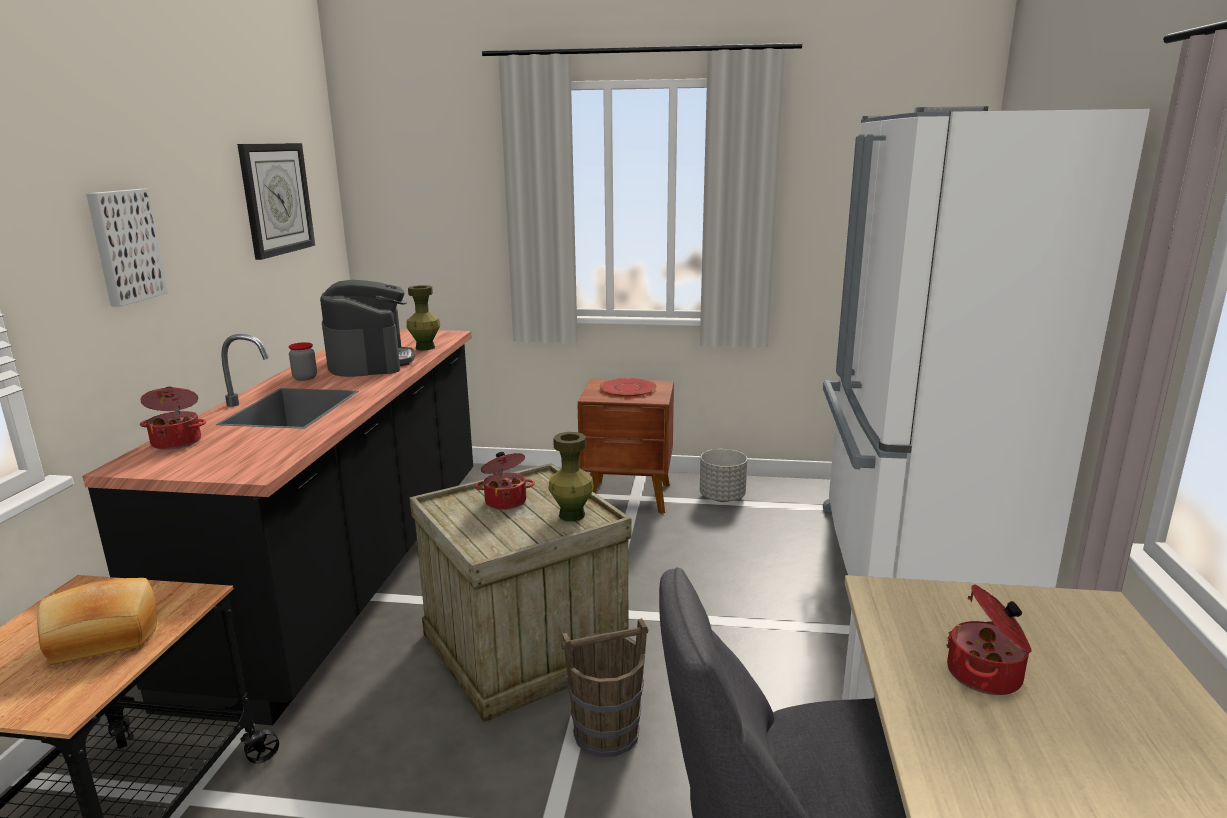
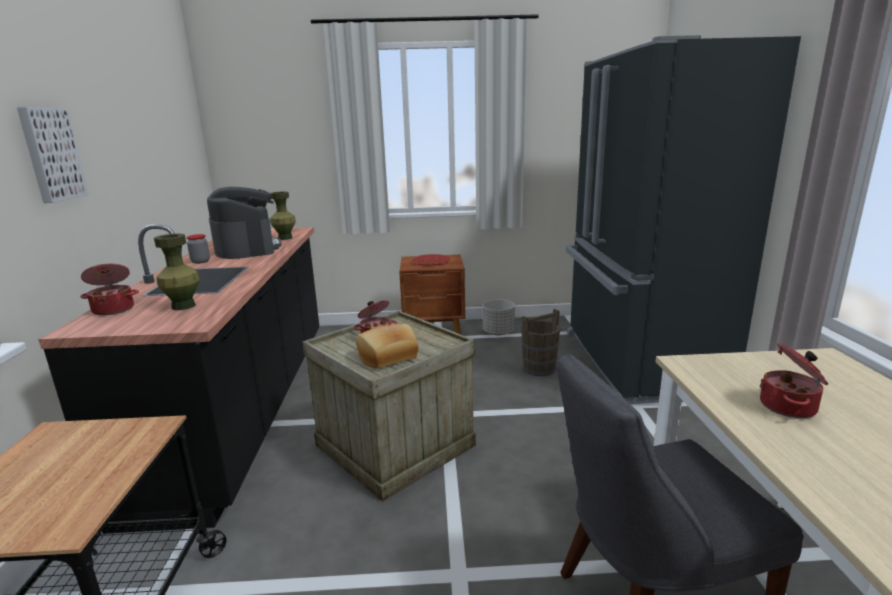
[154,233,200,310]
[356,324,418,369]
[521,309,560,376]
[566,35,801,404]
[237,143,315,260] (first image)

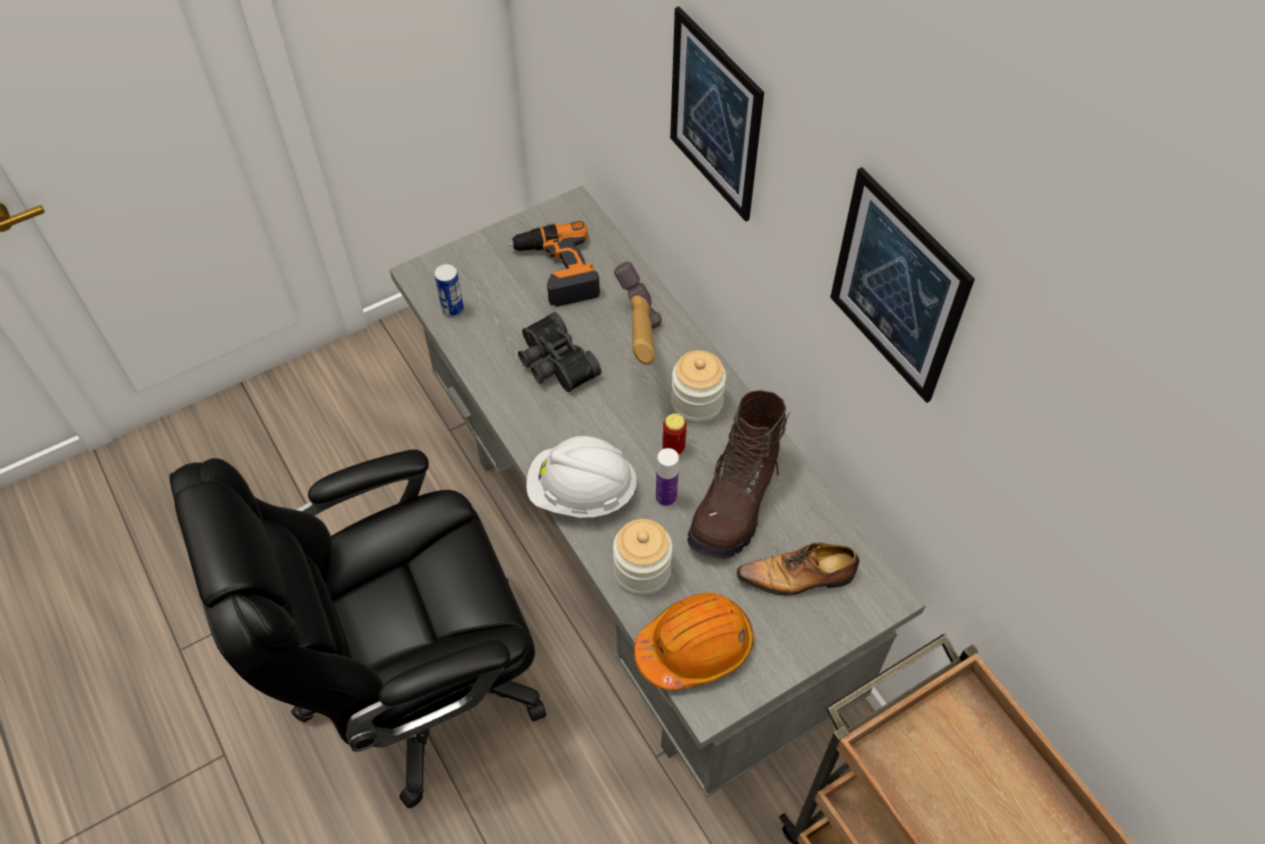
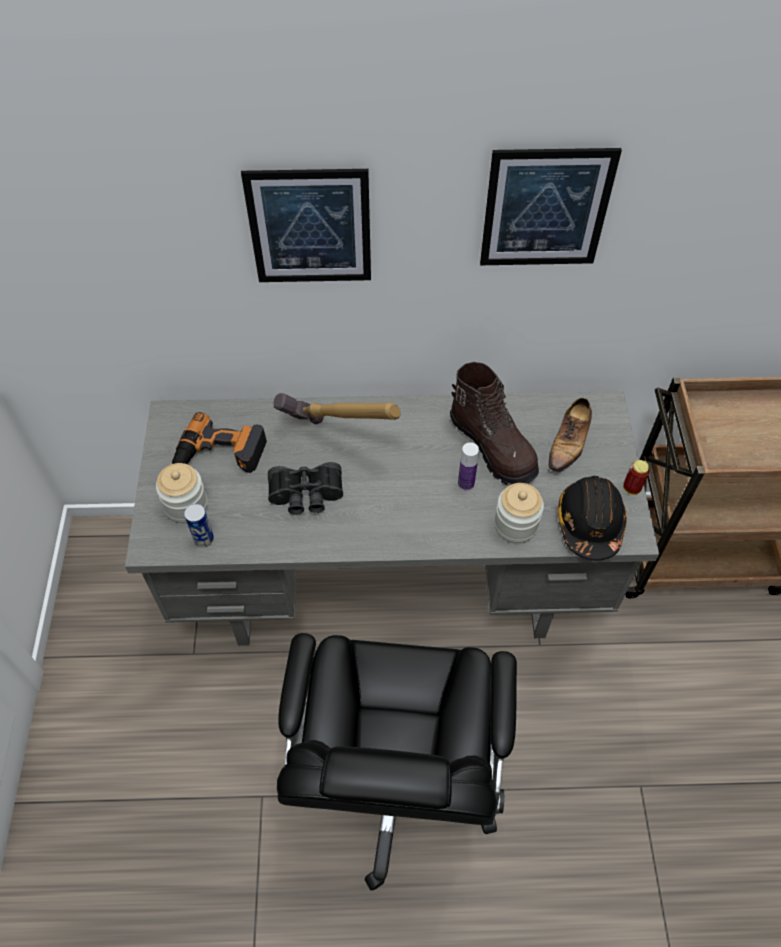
[156,463,208,523]
[558,476,627,561]
[623,460,650,495]
[526,436,639,518] (first image)

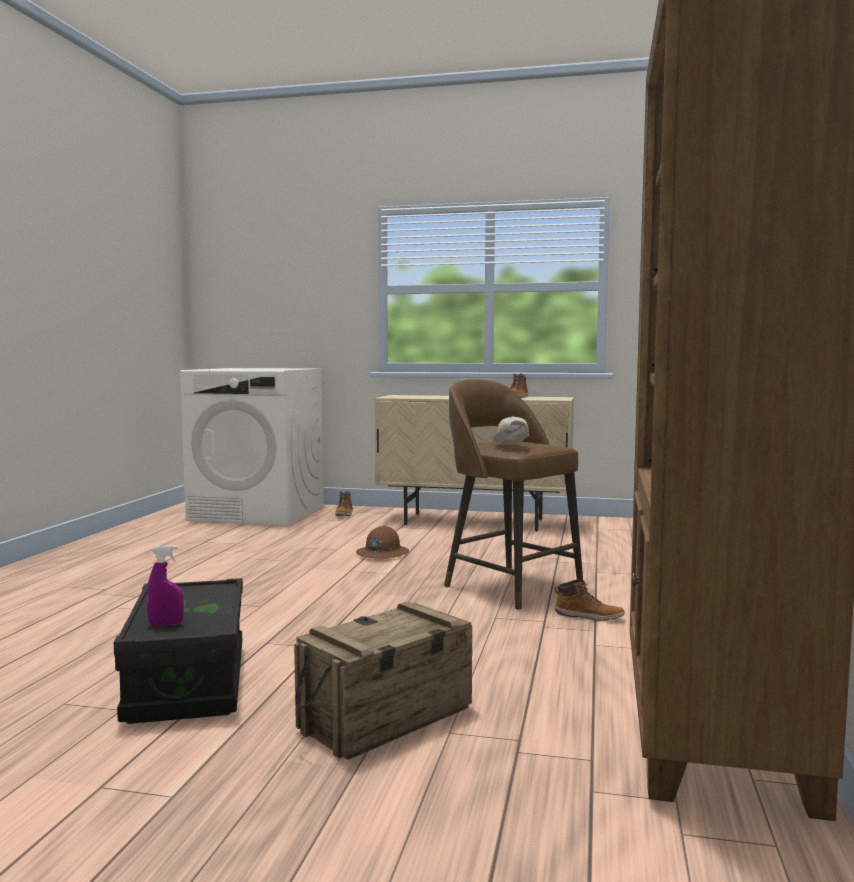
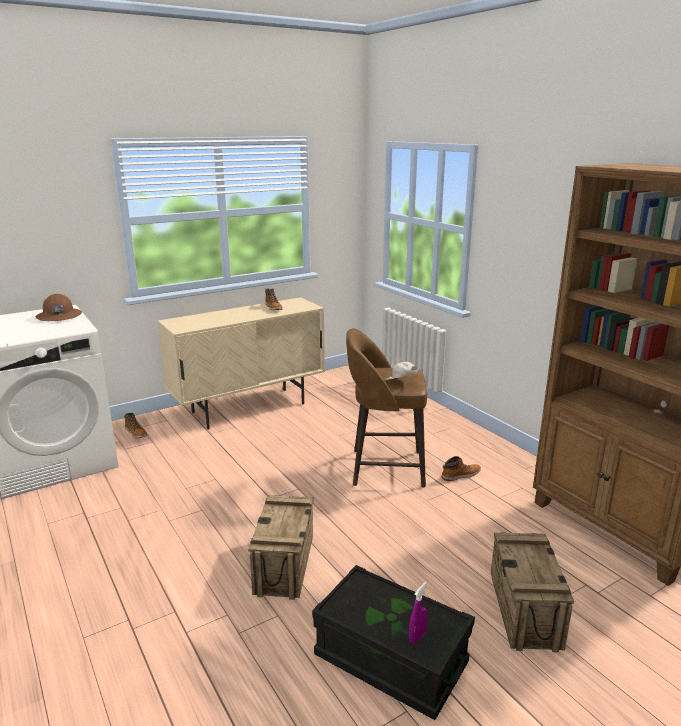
[35,294,82,321]
[248,495,314,600]

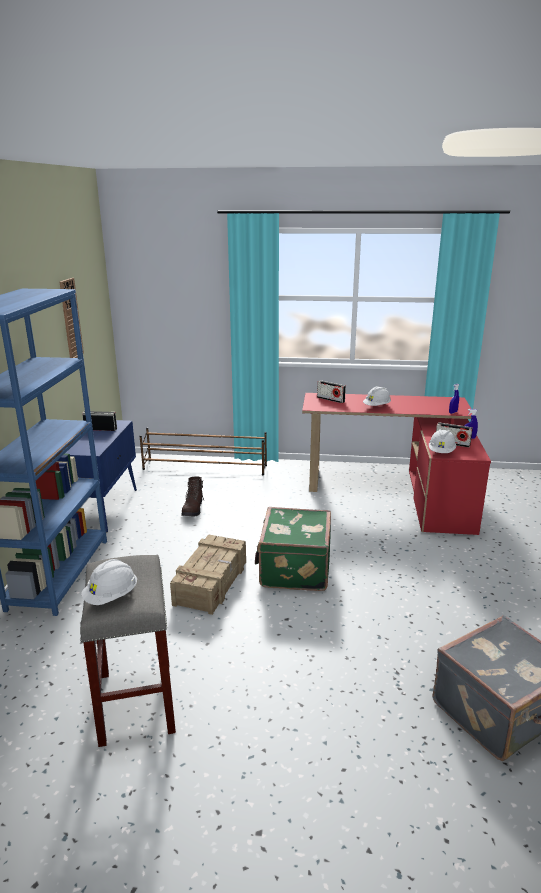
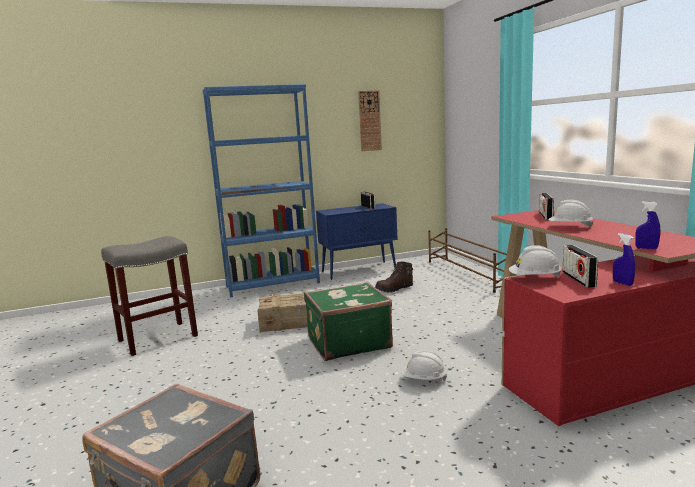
[402,350,447,381]

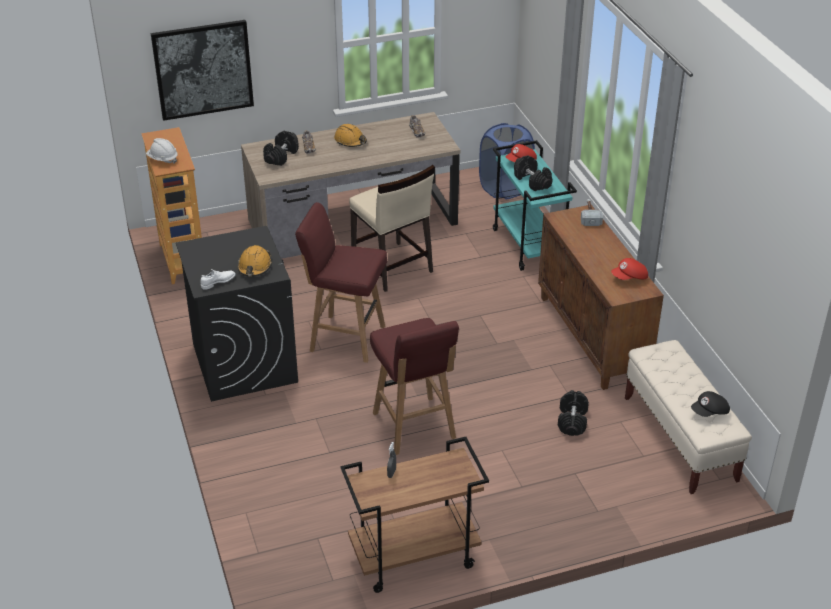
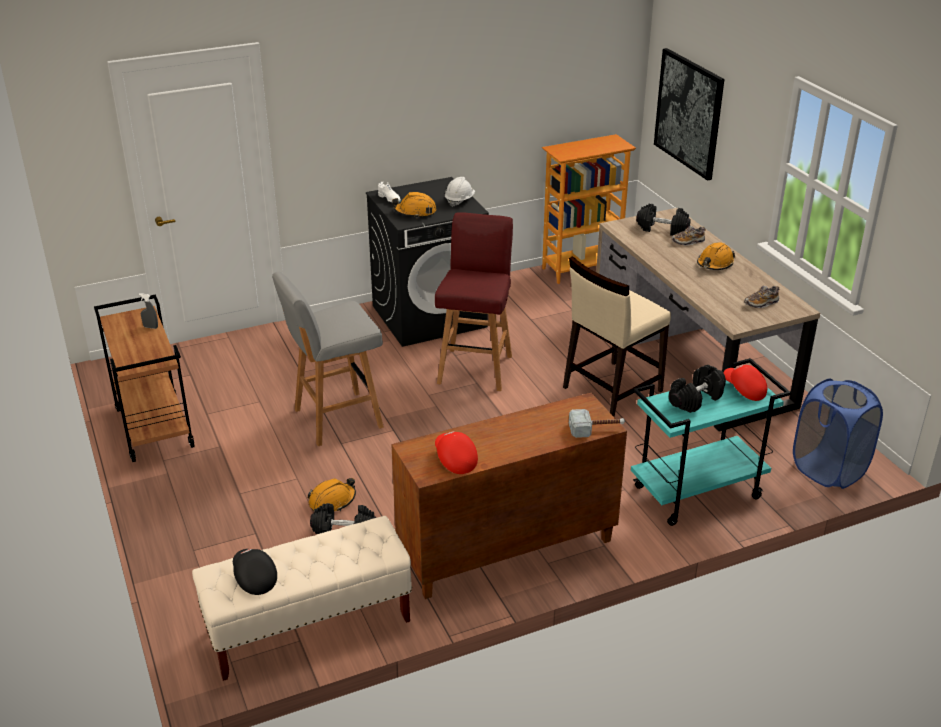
[272,272,384,446]
[308,478,356,511]
[445,177,475,207]

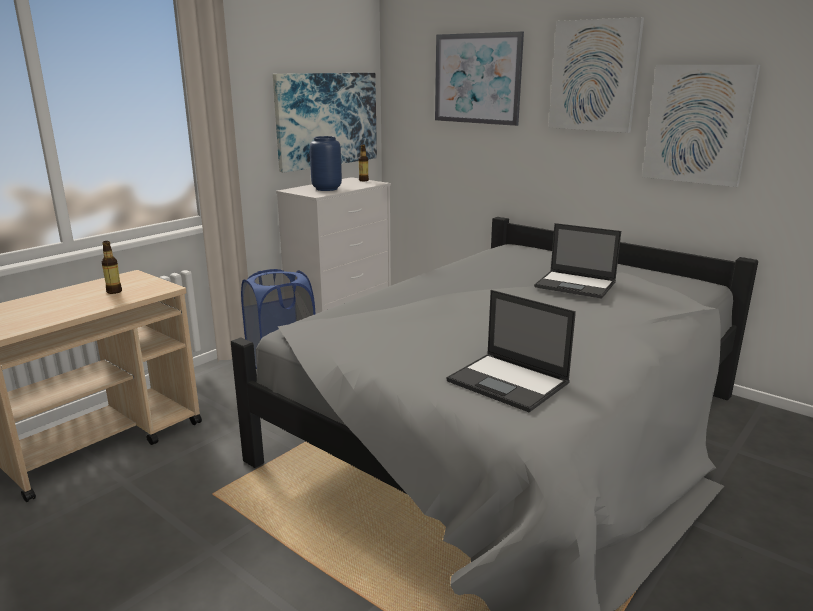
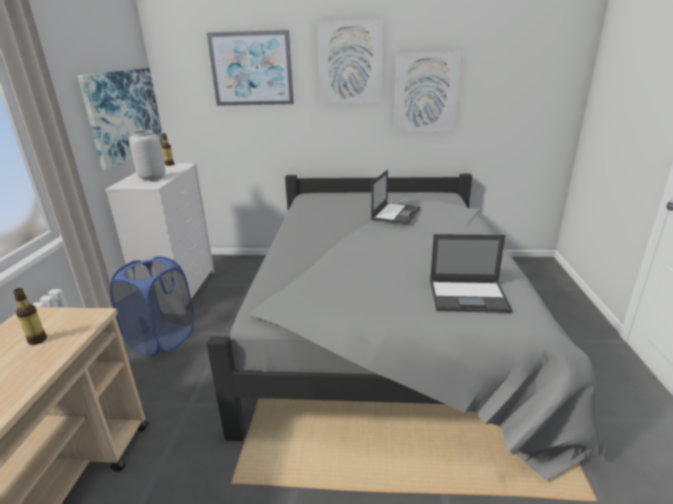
[129,130,166,181]
[371,170,420,225]

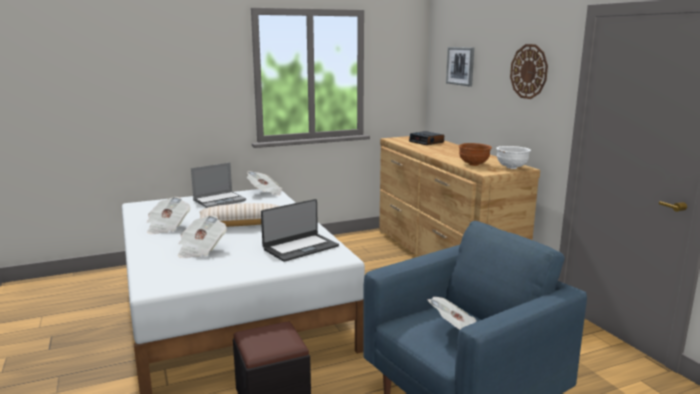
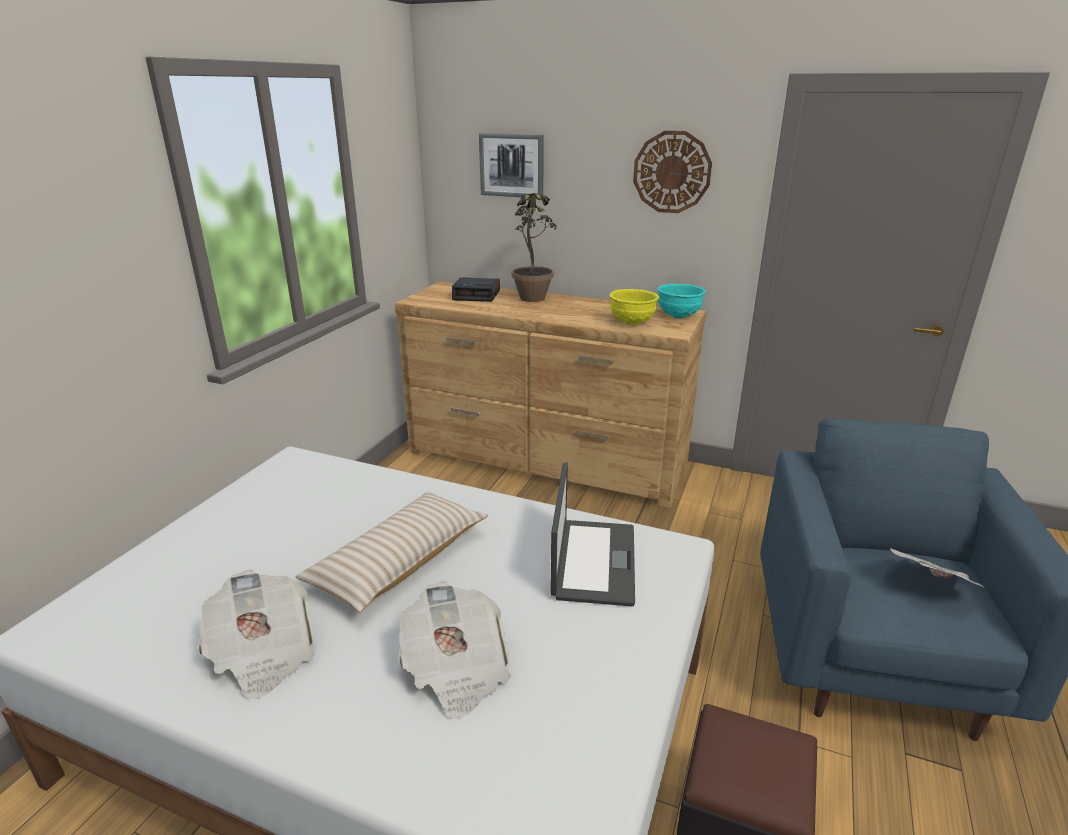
[511,193,557,302]
[610,289,659,325]
[657,284,706,318]
[191,163,246,208] (first image)
[247,171,282,196] (first image)

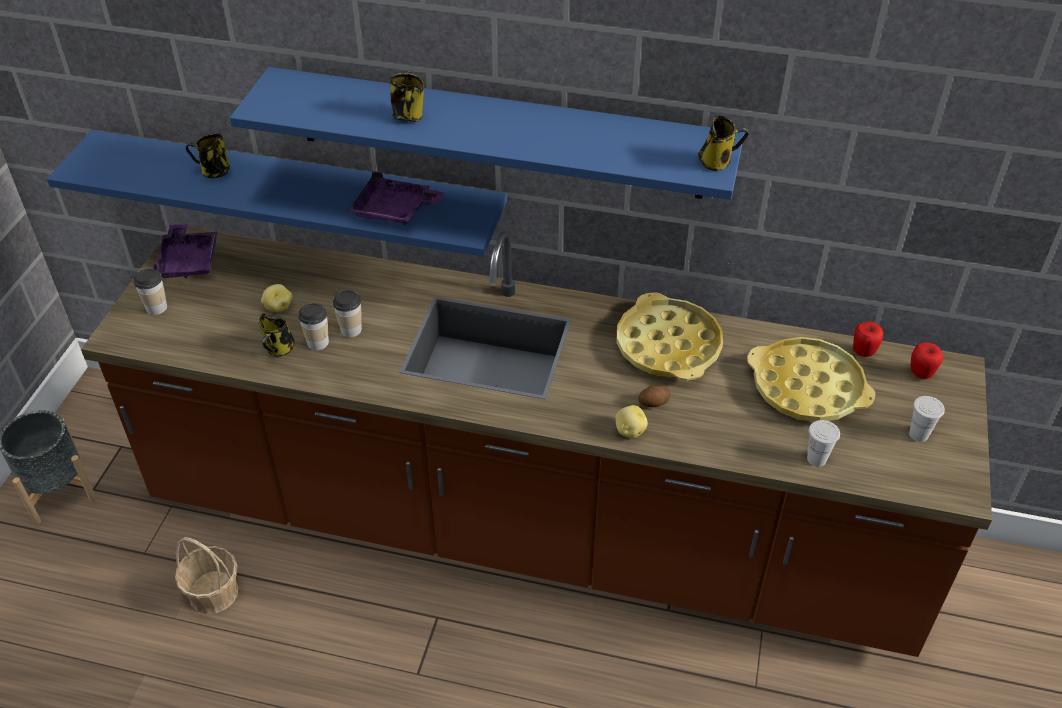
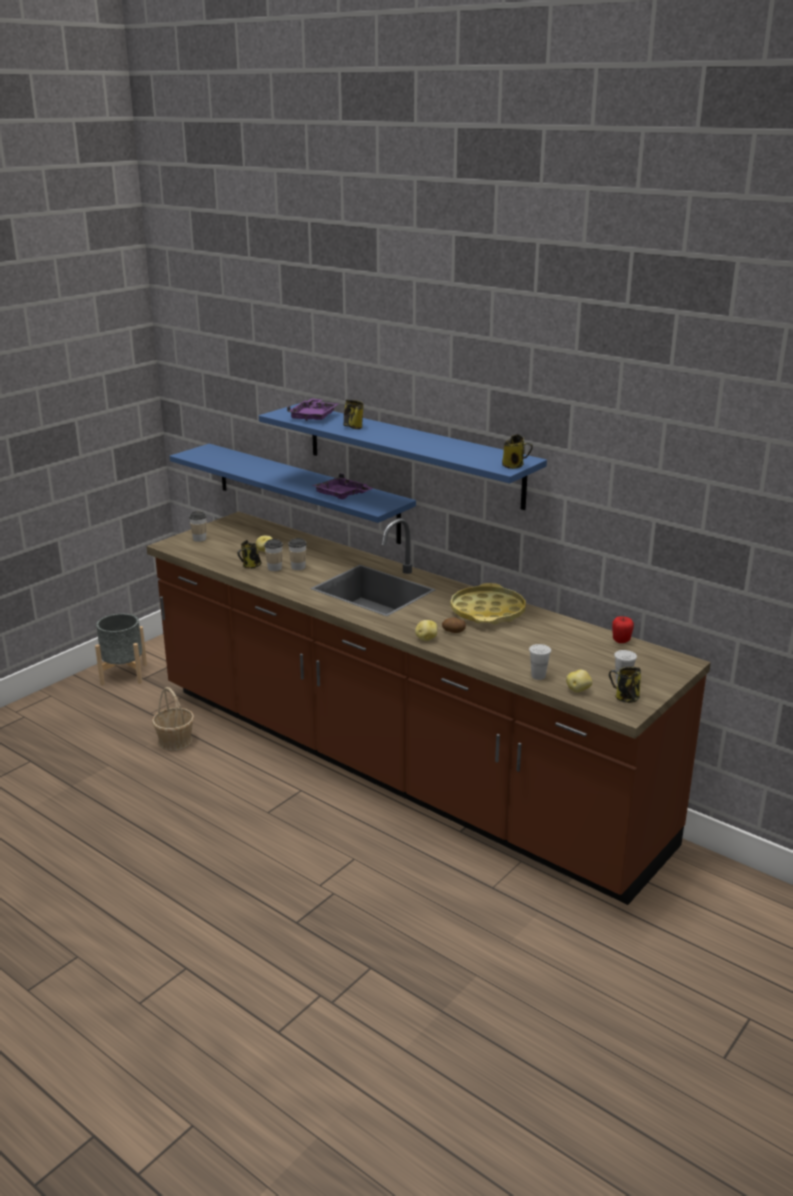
[287,398,338,421]
[566,670,592,692]
[609,667,641,703]
[747,337,876,422] (first image)
[911,342,943,379] (first image)

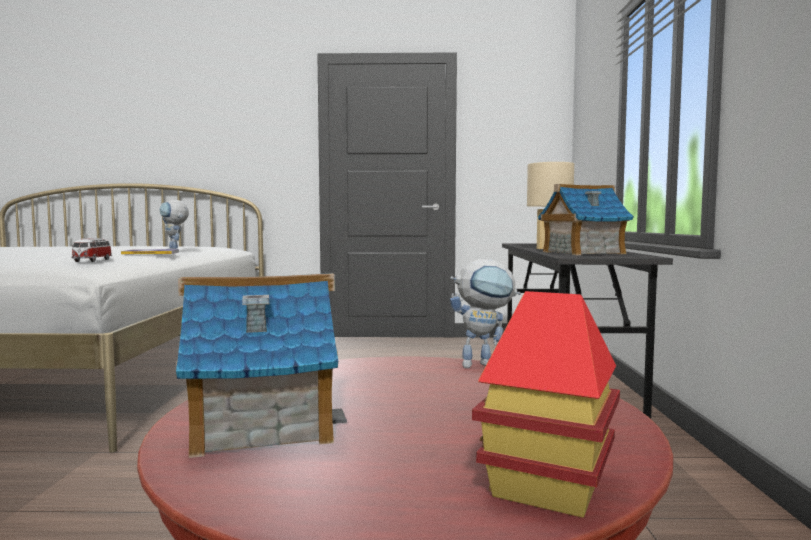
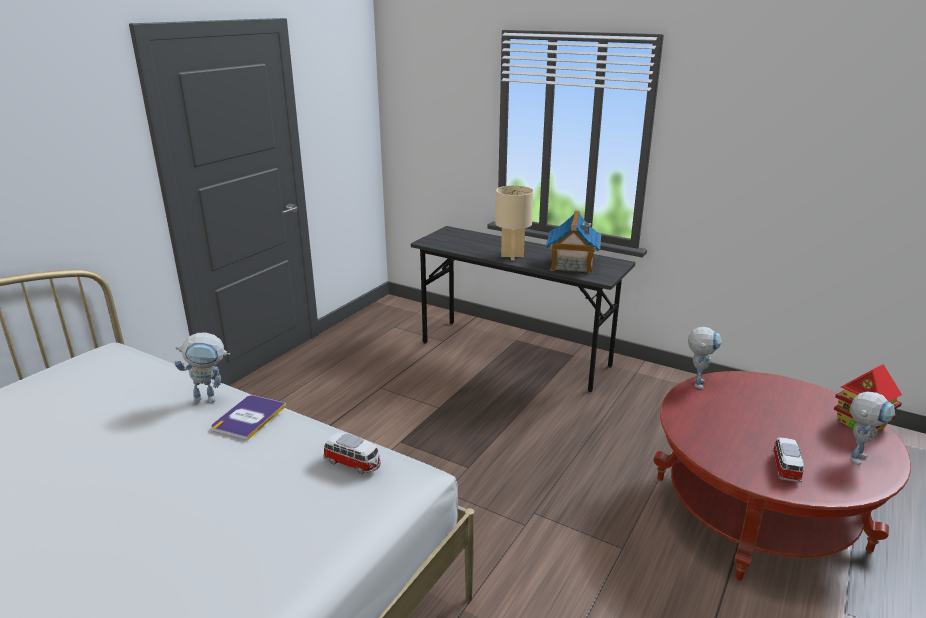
[772,438,804,483]
[850,392,895,465]

